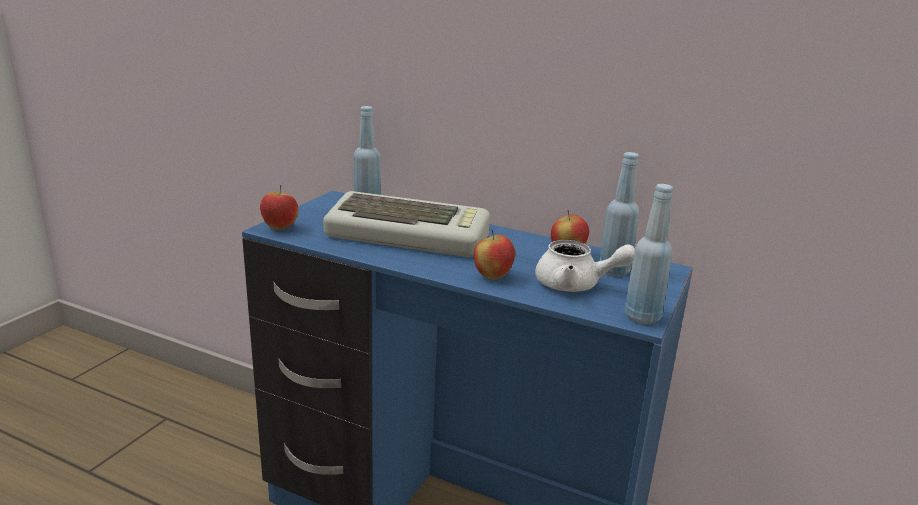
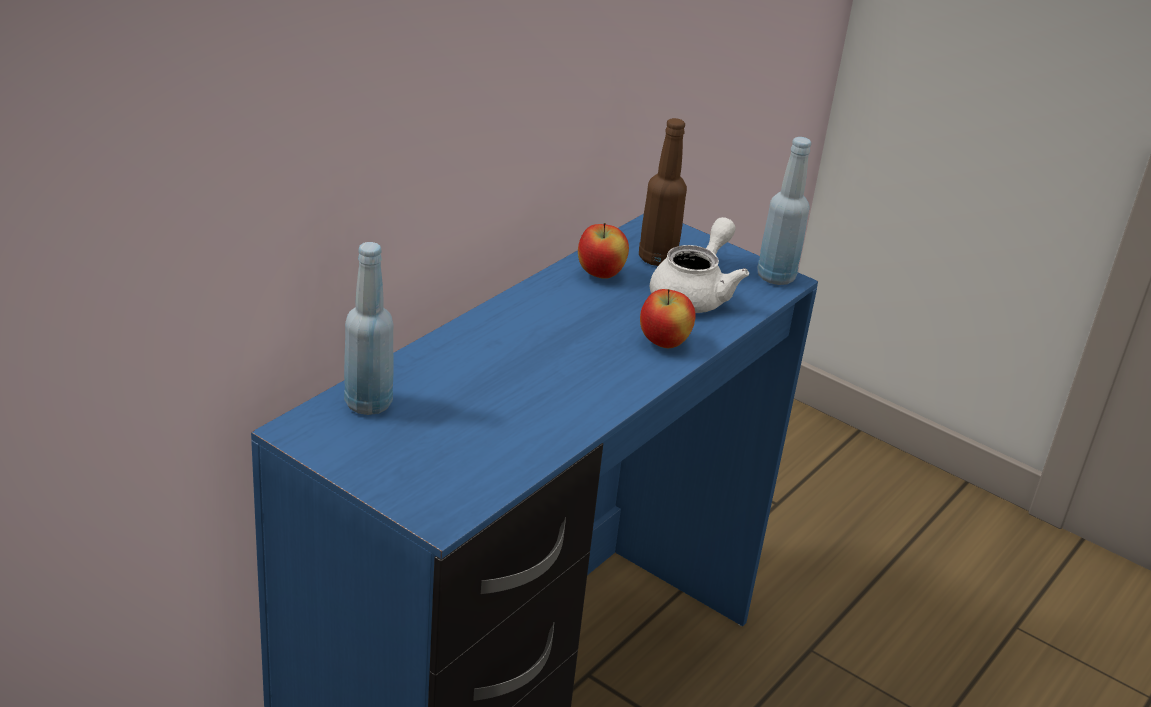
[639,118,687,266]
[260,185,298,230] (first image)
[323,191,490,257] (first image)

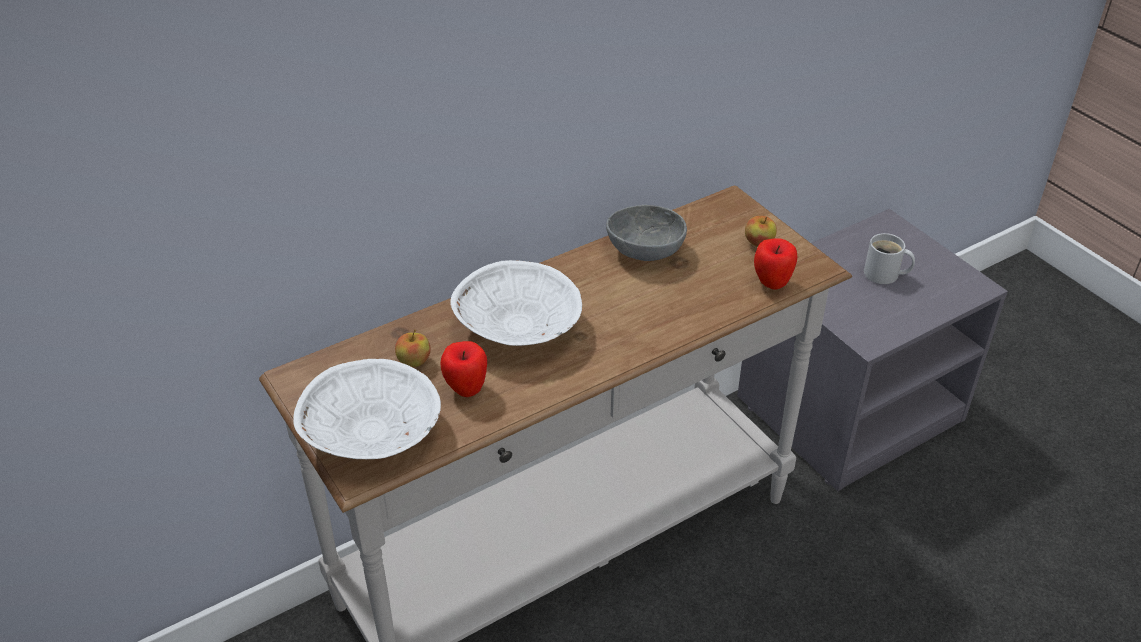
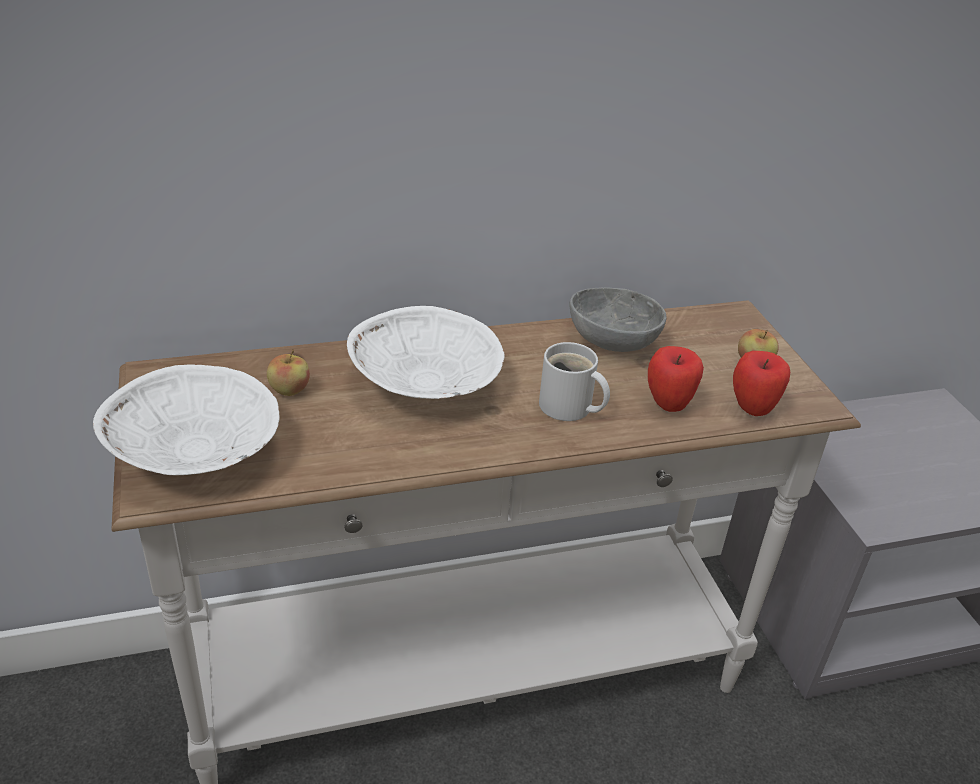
[539,342,610,421]
[648,346,704,412]

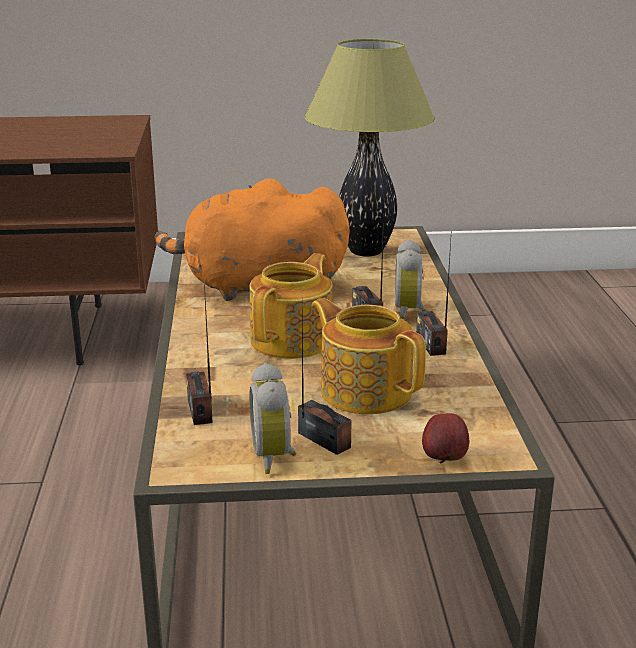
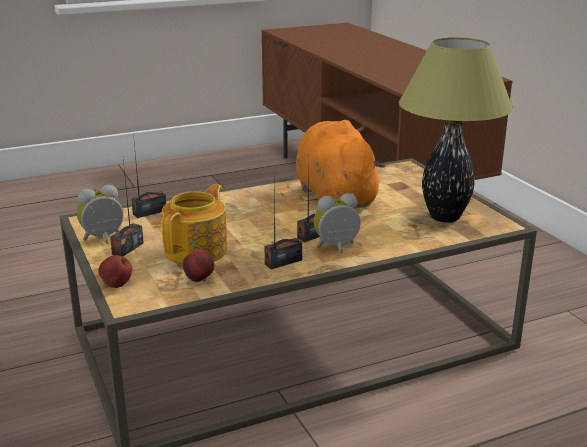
[183,249,214,282]
[250,253,333,359] (first image)

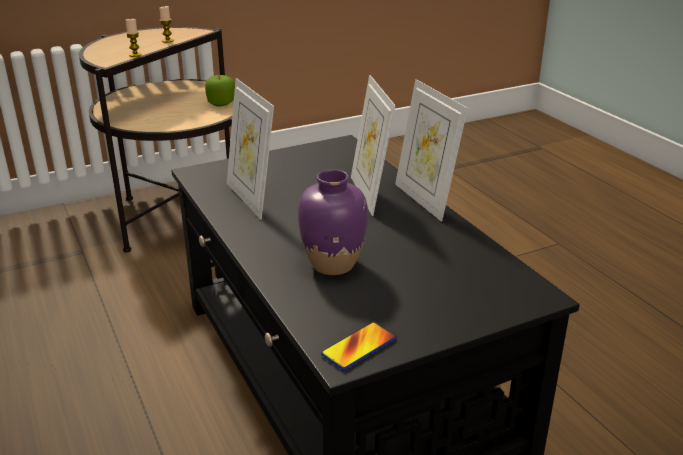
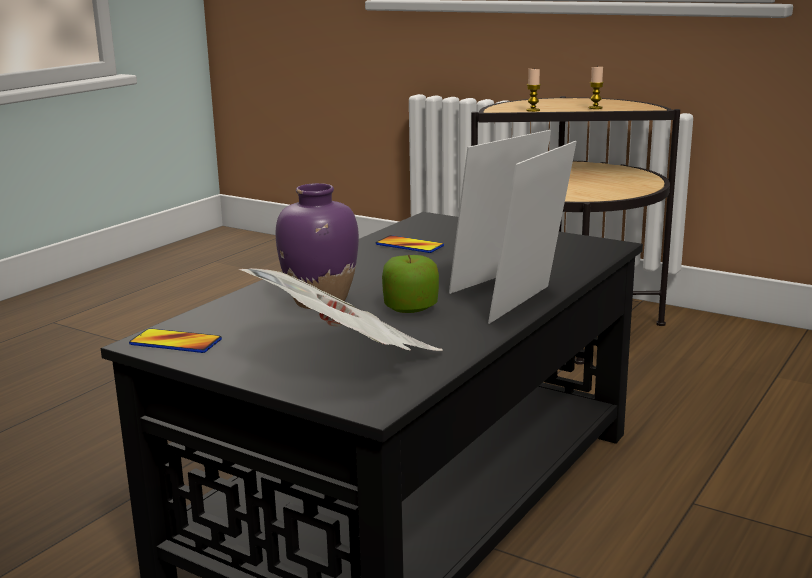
[239,268,443,351]
[376,235,444,253]
[382,255,439,313]

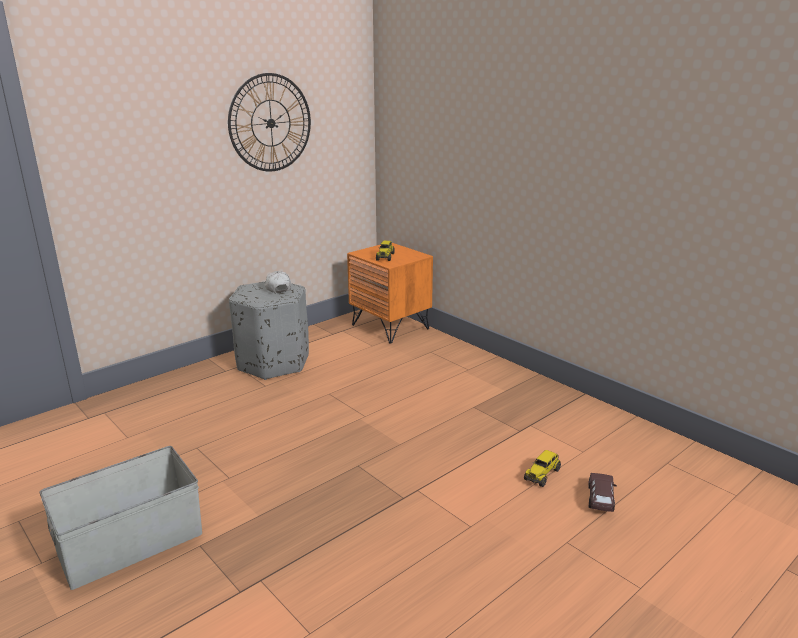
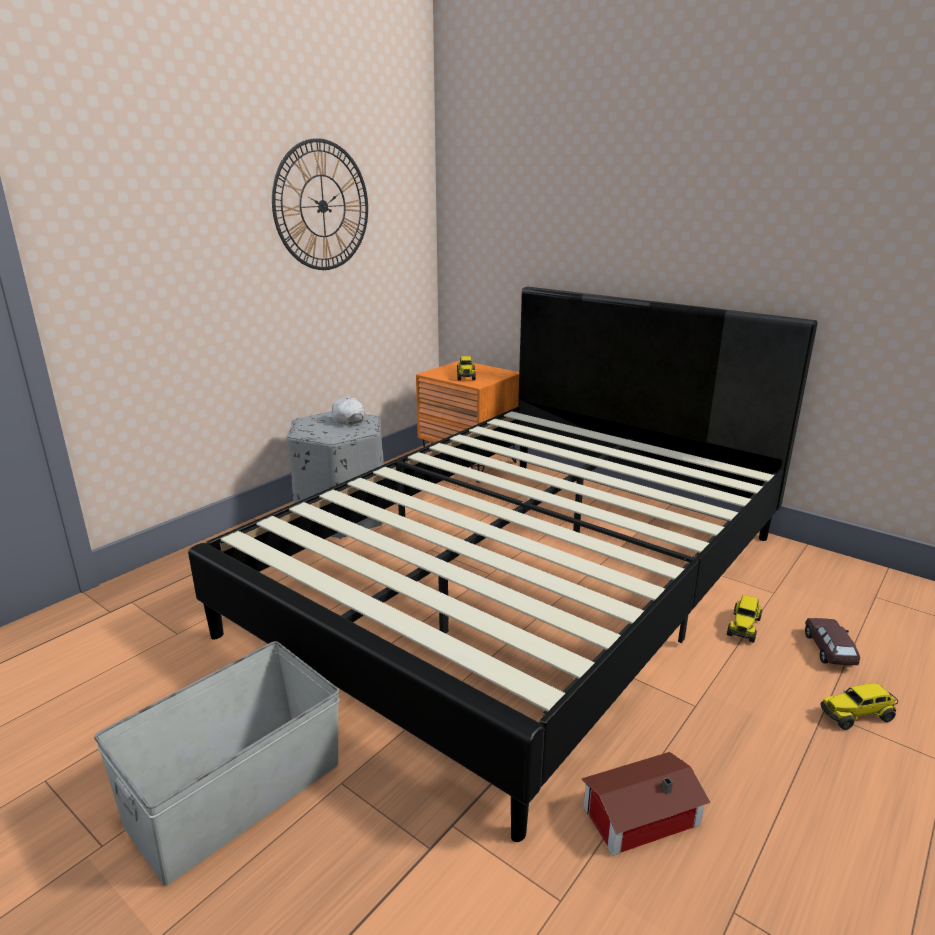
[188,287,818,842]
[582,752,711,856]
[820,683,898,730]

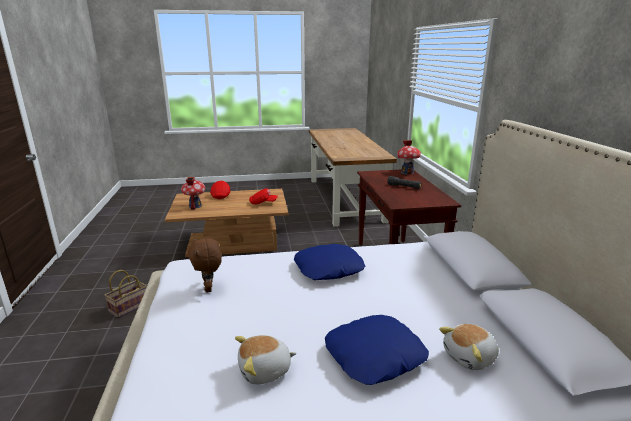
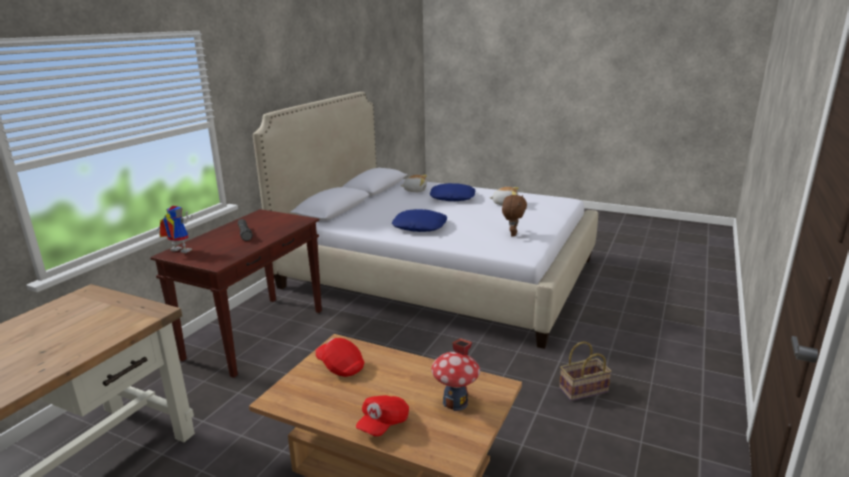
[158,206,193,253]

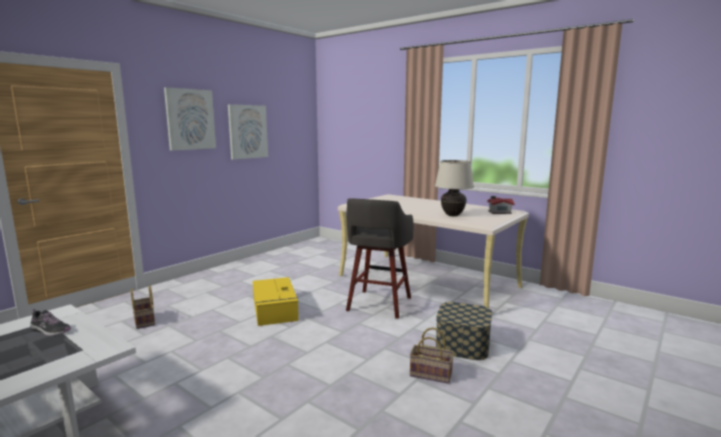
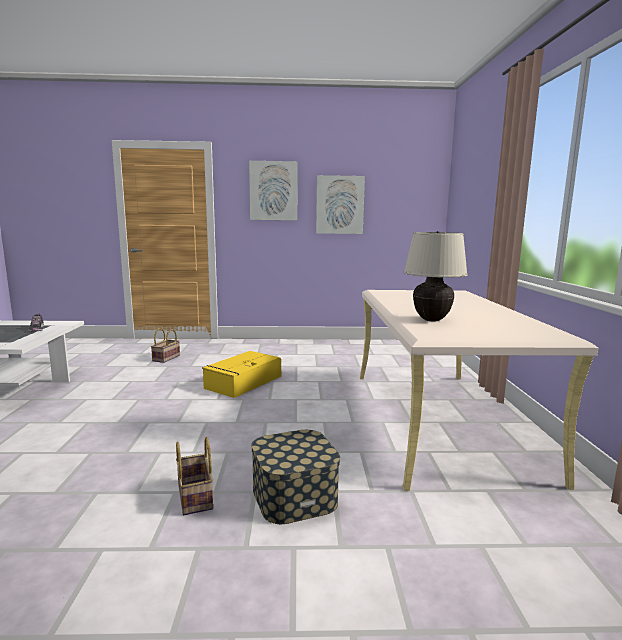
[346,199,414,319] (first image)
[487,196,515,214] (first image)

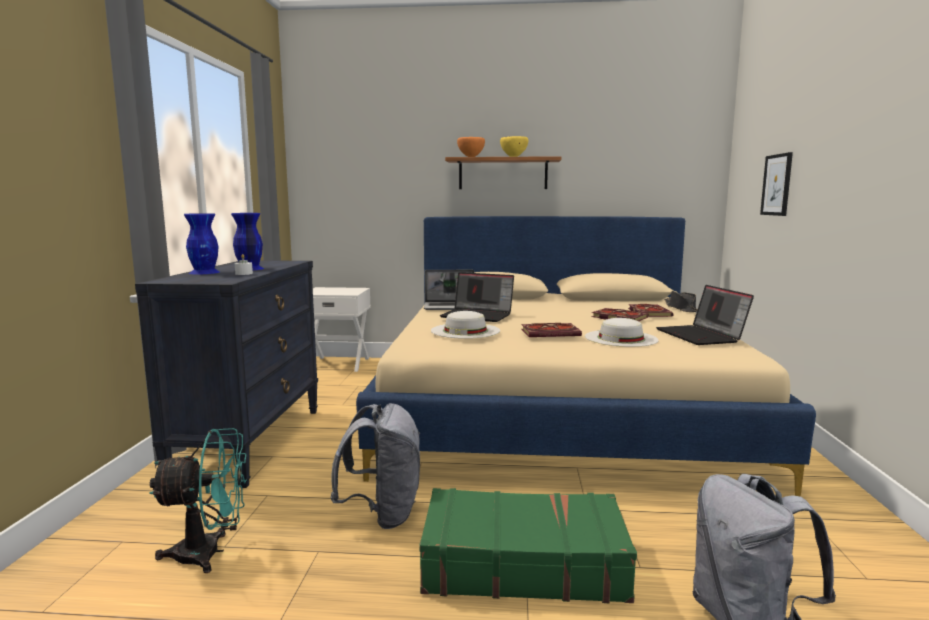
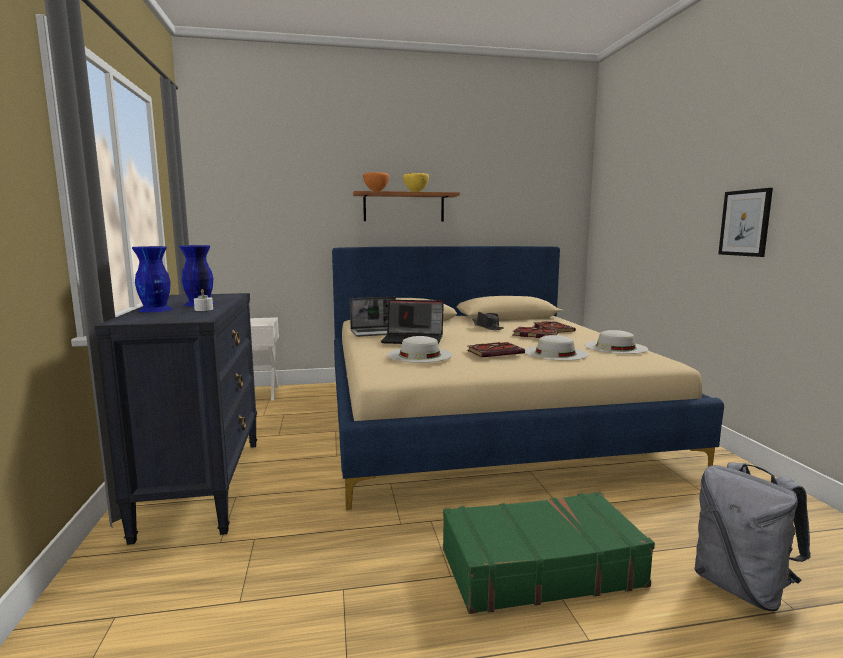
[472,312,504,330]
[585,330,648,354]
[718,188,773,257]
[149,428,247,573] (first image)
[330,403,421,529] (first image)

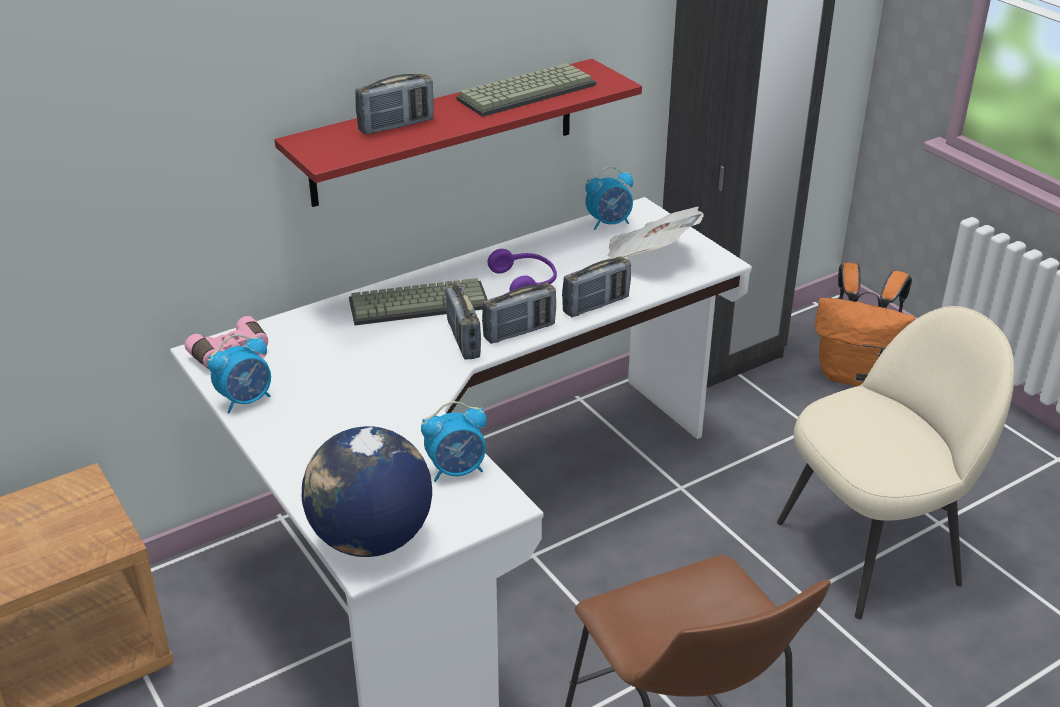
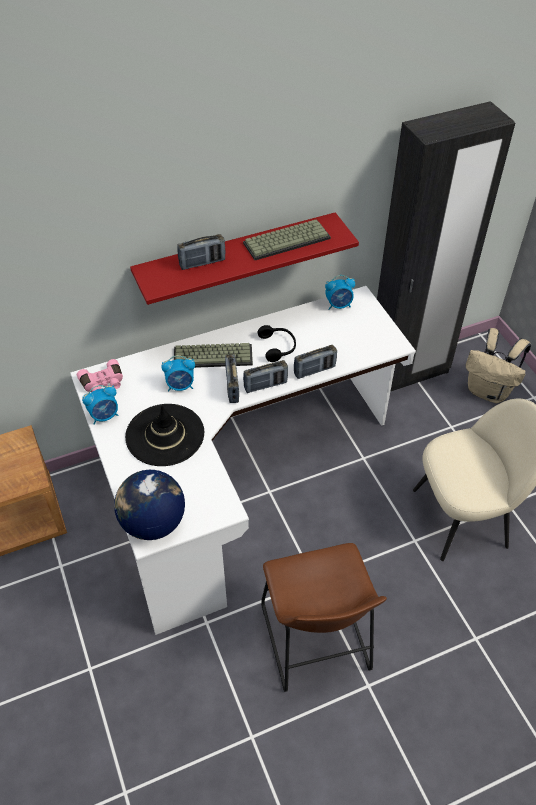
[125,404,204,466]
[161,355,195,392]
[258,325,296,362]
[465,328,531,403]
[607,207,704,259] (first image)

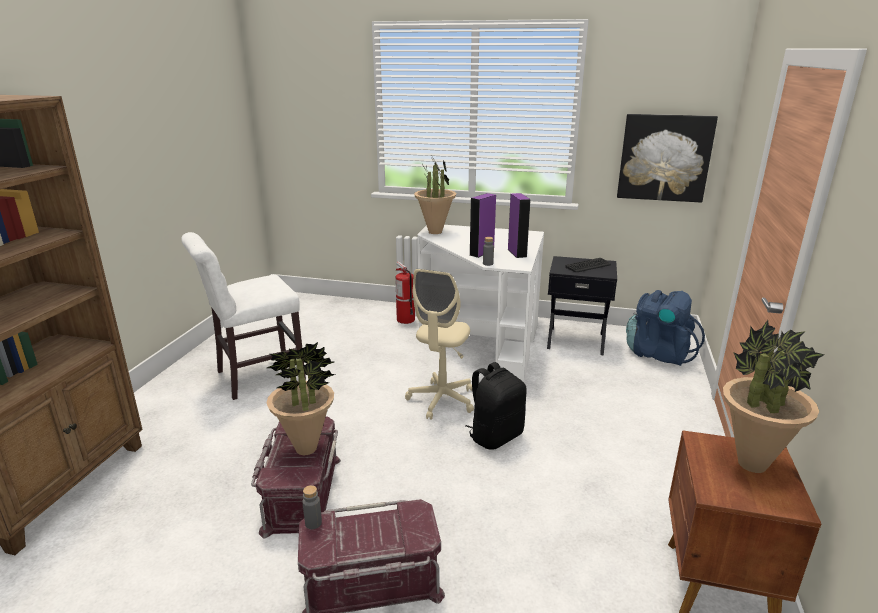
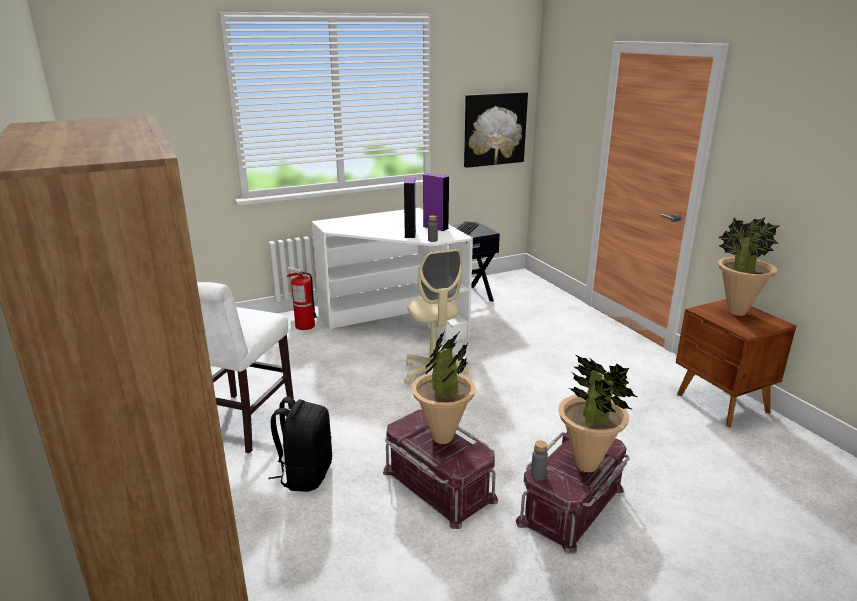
[268,397,332,492]
[558,354,639,472]
[626,290,705,366] (first image)

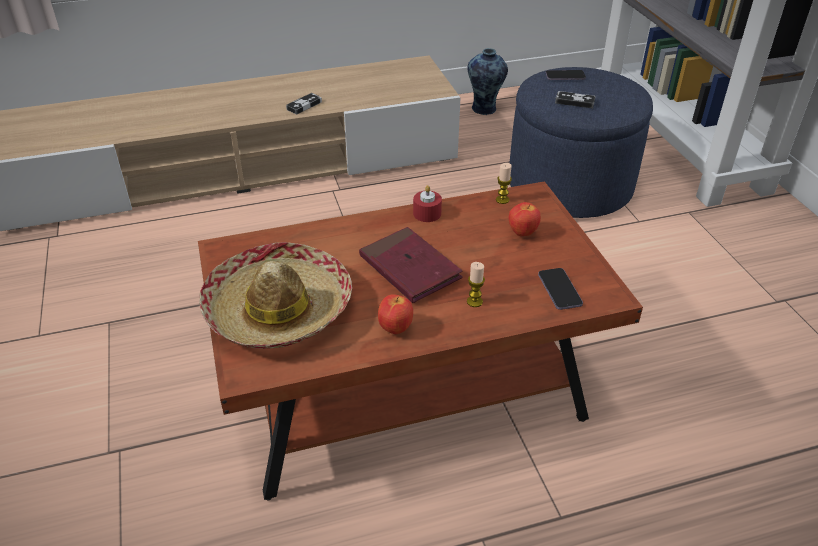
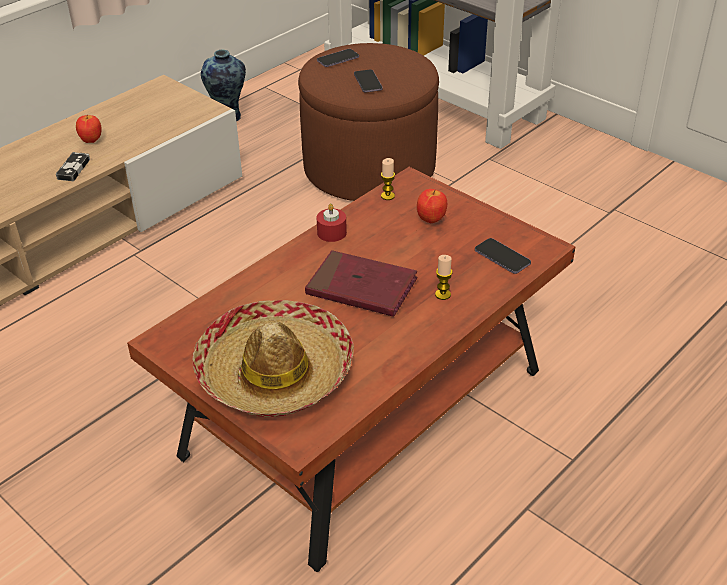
[76,115,102,143]
[298,43,439,201]
[354,69,383,93]

